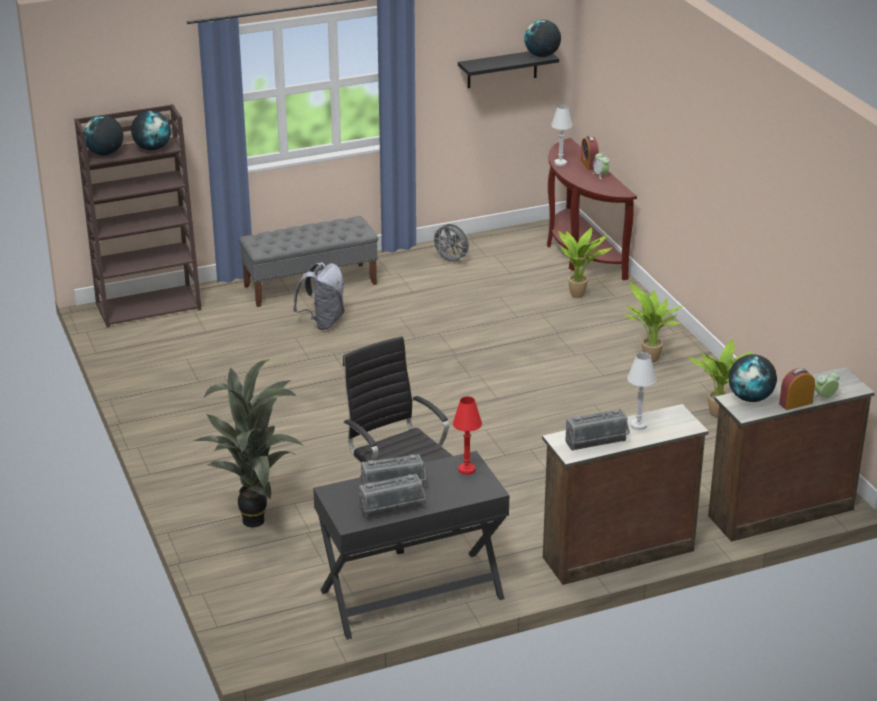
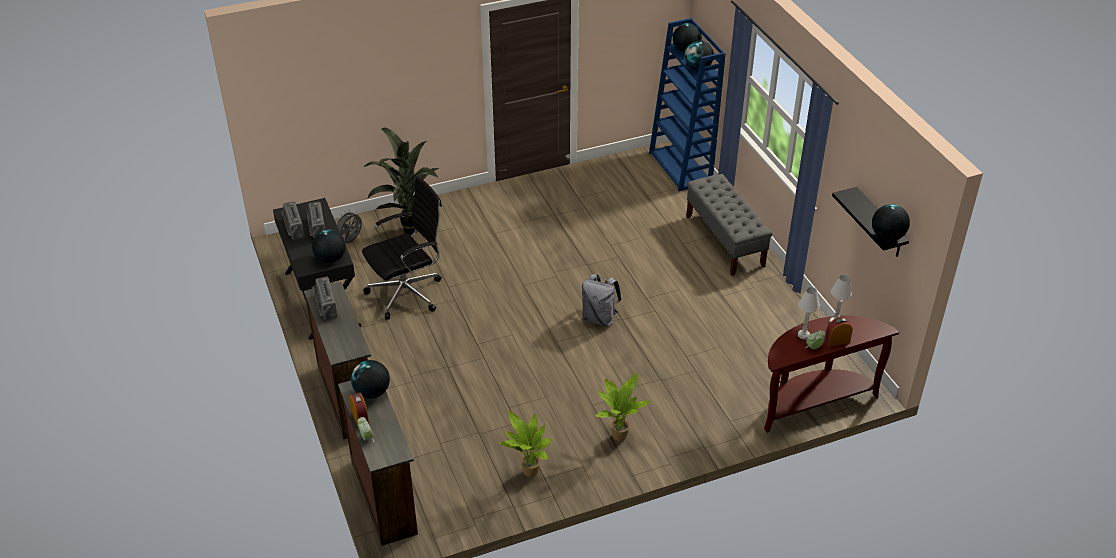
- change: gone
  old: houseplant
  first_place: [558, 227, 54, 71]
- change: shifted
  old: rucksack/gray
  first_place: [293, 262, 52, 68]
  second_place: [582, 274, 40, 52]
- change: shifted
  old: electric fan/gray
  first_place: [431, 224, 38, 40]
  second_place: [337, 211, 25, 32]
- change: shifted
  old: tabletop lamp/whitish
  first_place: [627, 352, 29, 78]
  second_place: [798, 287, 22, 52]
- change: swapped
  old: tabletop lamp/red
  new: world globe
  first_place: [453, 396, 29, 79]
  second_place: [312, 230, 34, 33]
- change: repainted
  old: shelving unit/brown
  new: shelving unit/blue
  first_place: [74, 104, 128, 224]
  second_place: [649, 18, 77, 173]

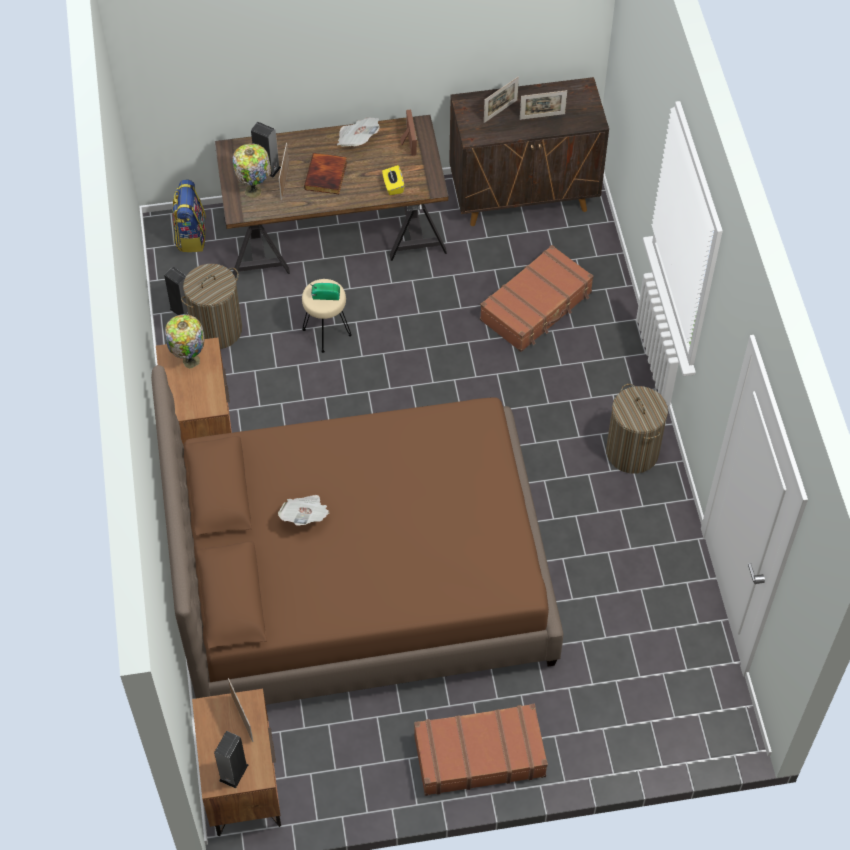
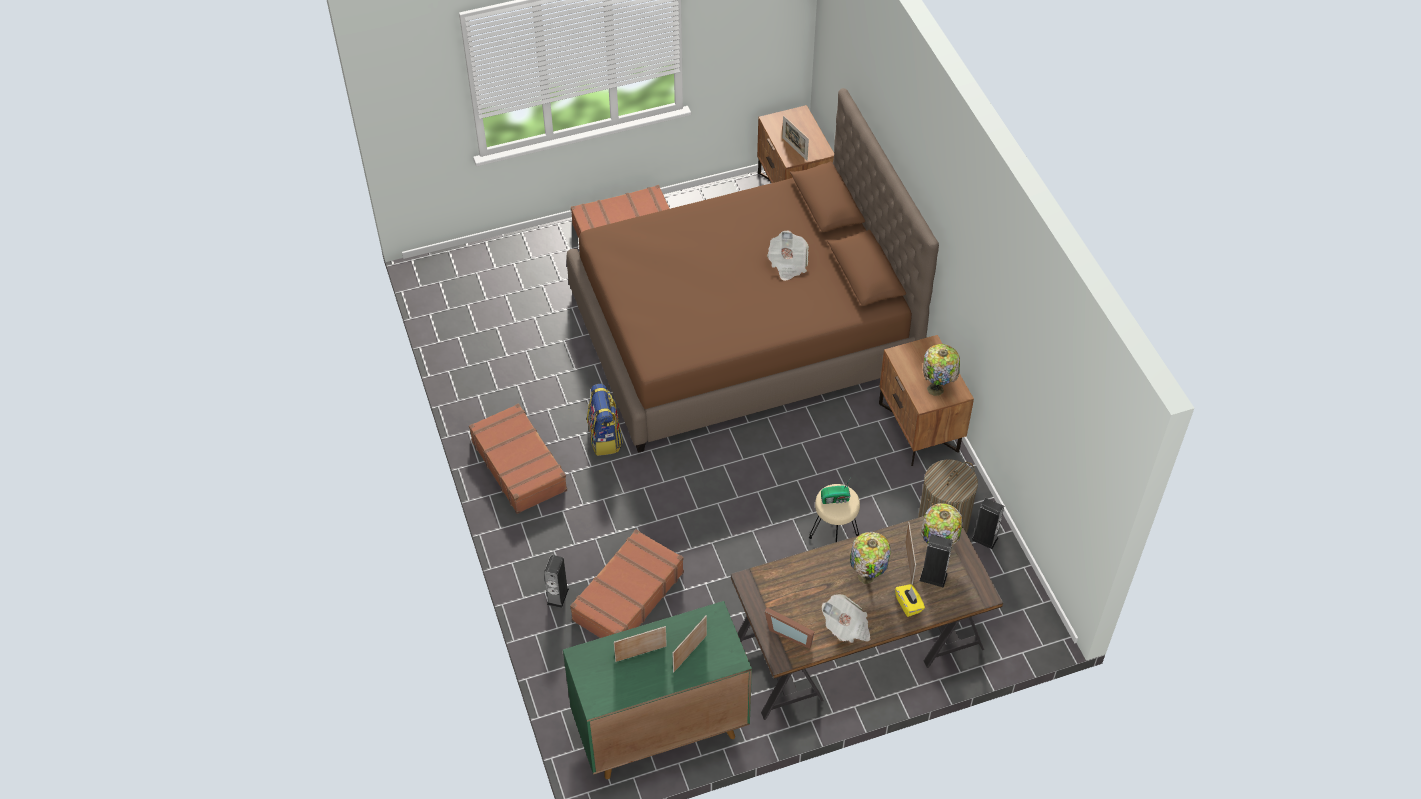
- change: shifted
  old: rucksack
  first_place: [172, 180, 34, 72]
  second_place: [587, 384, 36, 72]
- change: shifted
  old: loudspeaker
  first_place: [214, 731, 35, 58]
  second_place: [544, 555, 25, 53]
- change: shifted
  old: tissue holder/yellow
  first_place: [382, 165, 23, 30]
  second_place: [895, 584, 30, 33]
- change: swapped
  old: volume
  new: tabletop lamp
  first_place: [304, 153, 43, 41]
  second_place: [850, 532, 41, 52]
- change: swapped
  old: washing basket
  new: suitcase/brown
  first_place: [606, 384, 62, 90]
  second_place: [469, 404, 98, 110]
- change: repainted
  old: cabinet/brown
  new: cabinet/green
  first_place: [449, 77, 160, 149]
  second_place: [563, 601, 189, 178]
- change: rotated
  old: standing frame
  first_place: [400, 110, 17, 46]
  second_place: [765, 607, 49, 42]
  degrees: -45

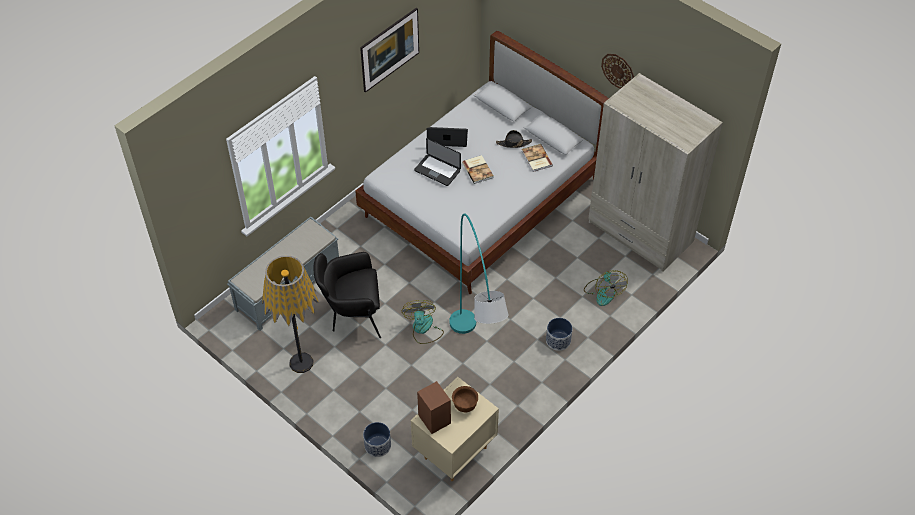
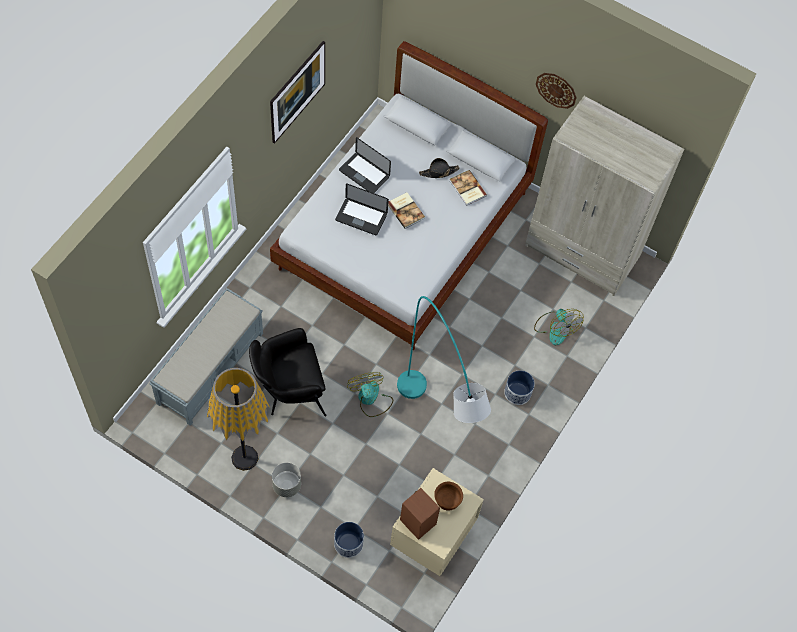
- change: new
  new: flower pot/gray
  second_place: [272, 462, 29, 35]
- change: rotated
  old: laptop
  first_place: [427, 127, 41, 20]
  second_place: [339, 137, 52, 56]
  degrees: -135

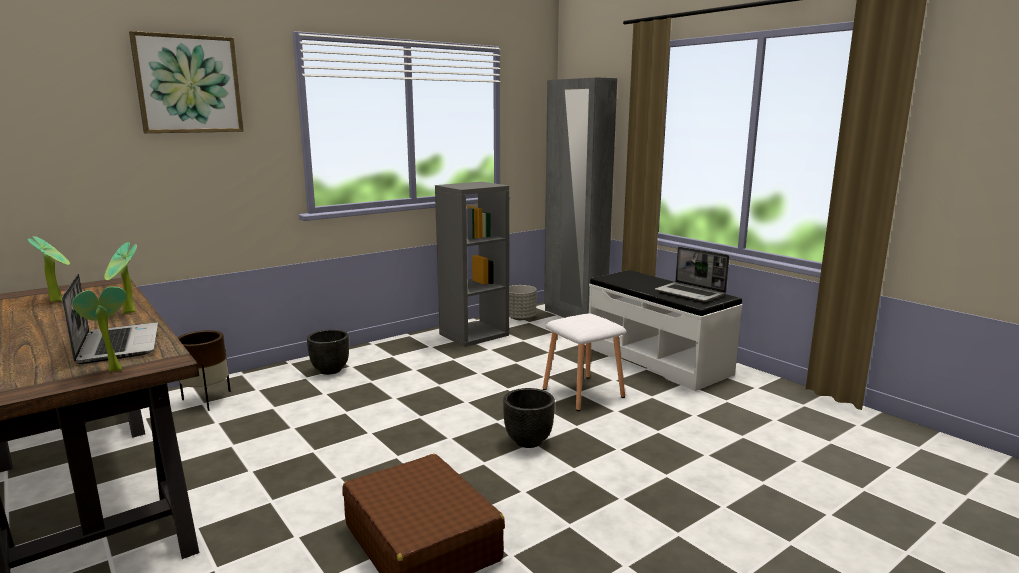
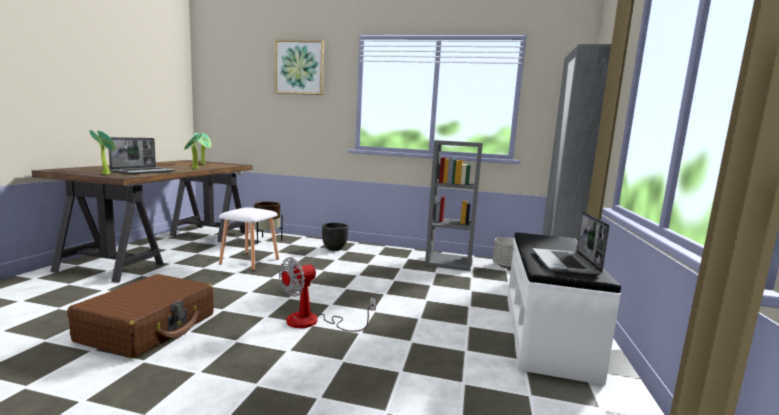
- change: shifted
  old: stool/whitish
  first_place: [543, 313, 83, 98]
  second_place: [219, 207, 60, 64]
- change: swapped
  old: flower pot/black
  new: electric fan
  first_place: [503, 388, 52, 60]
  second_place: [279, 257, 97, 75]

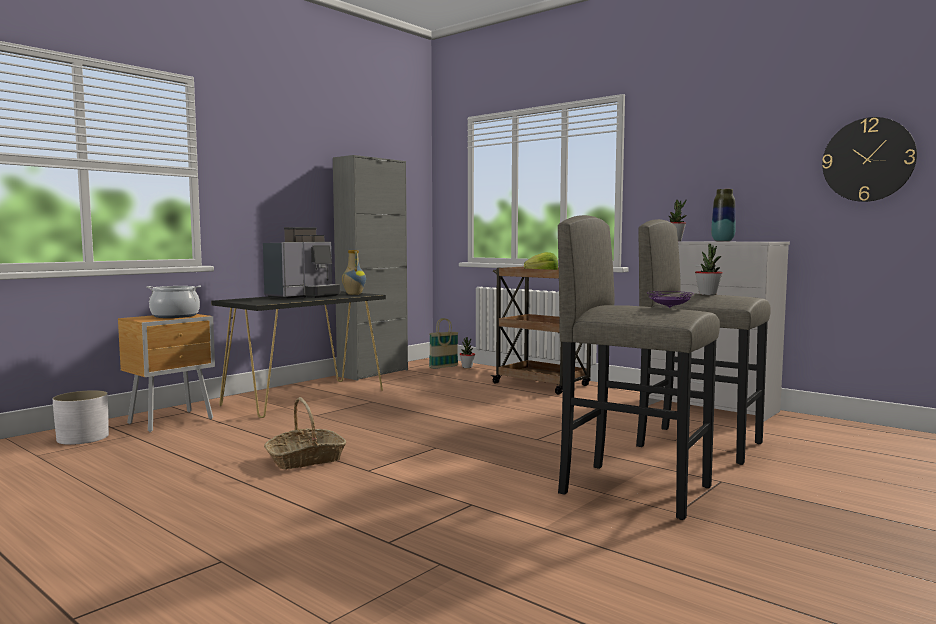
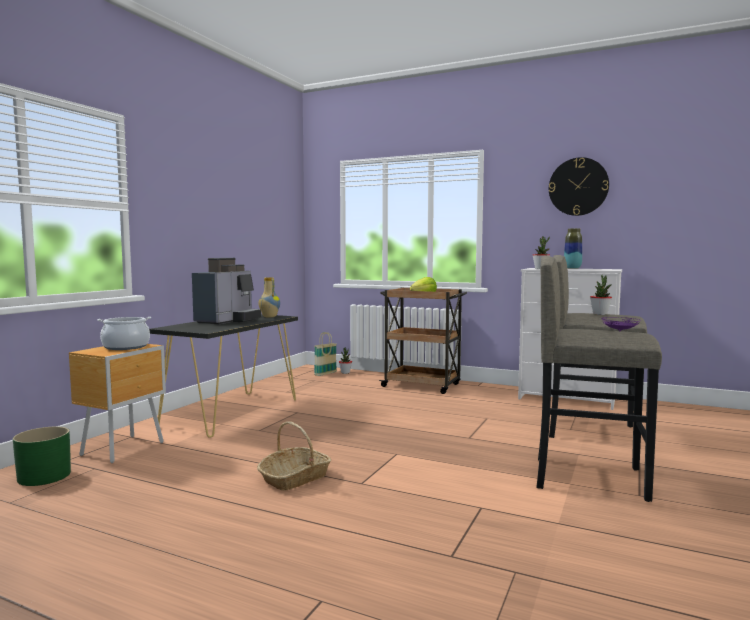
- change: gone
  old: cabinet/gray
  first_place: [333, 155, 75, 226]
- change: shifted
  old: hanging clock
  first_place: [822, 117, 95, 85]
  second_place: [549, 157, 60, 59]
- change: repainted
  old: flower pot/whitish
  new: flower pot/green
  first_place: [53, 390, 56, 55]
  second_place: [13, 427, 58, 59]

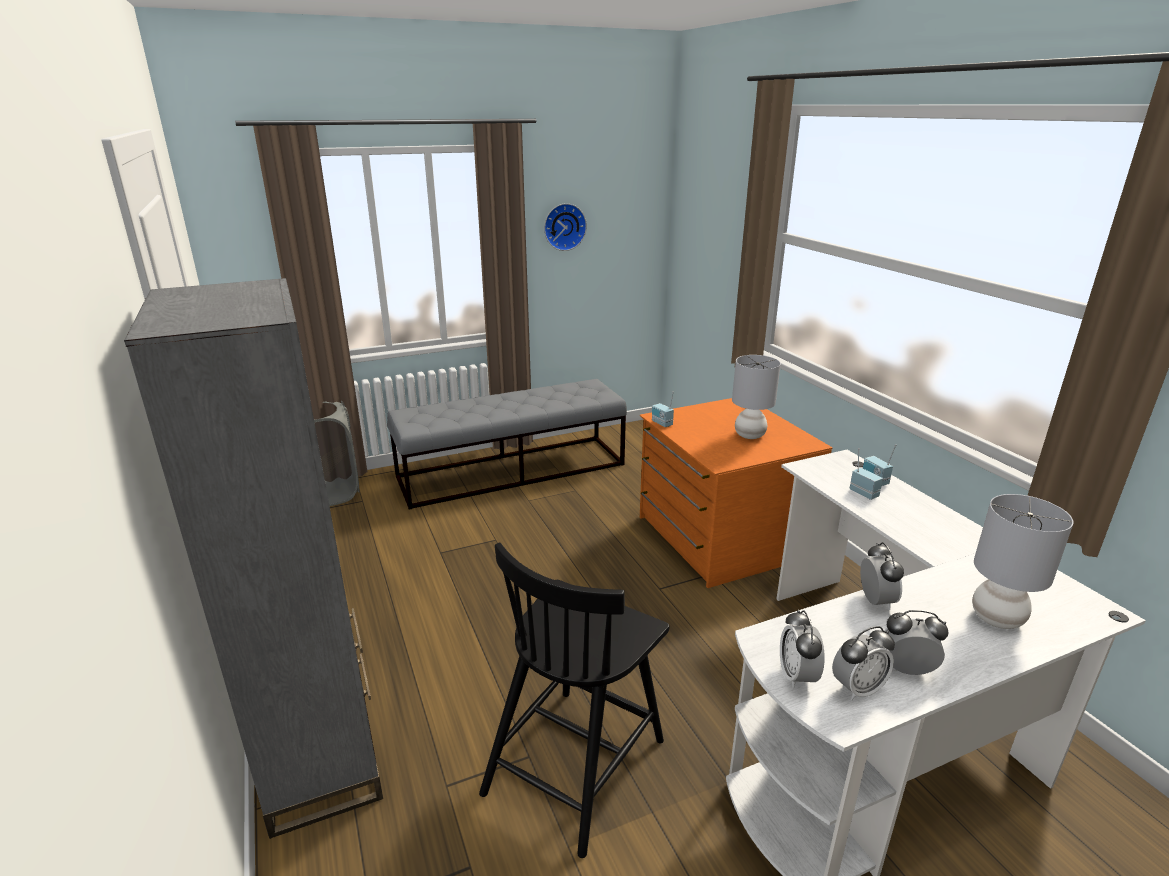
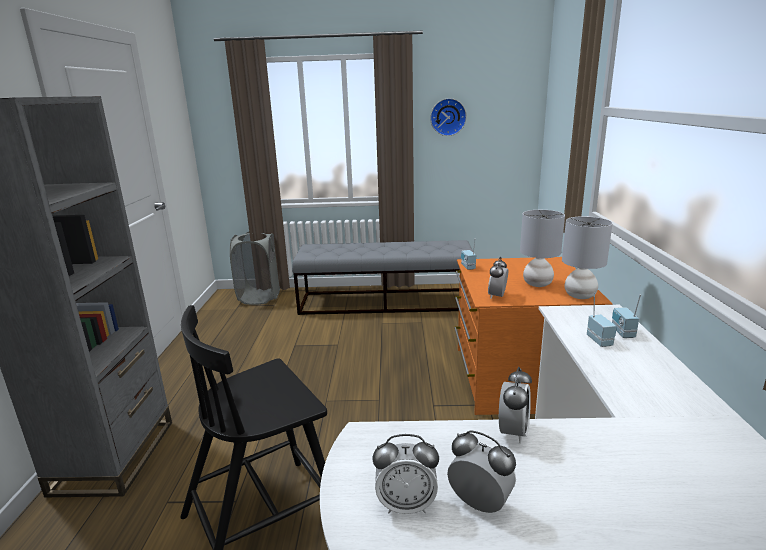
- change: shifted
  old: table clock
  first_place: [780, 610, 45, 79]
  second_place: [488, 257, 20, 42]
- change: shifted
  old: tabletop lamp/gray
  first_place: [972, 494, 101, 135]
  second_place: [562, 216, 51, 83]

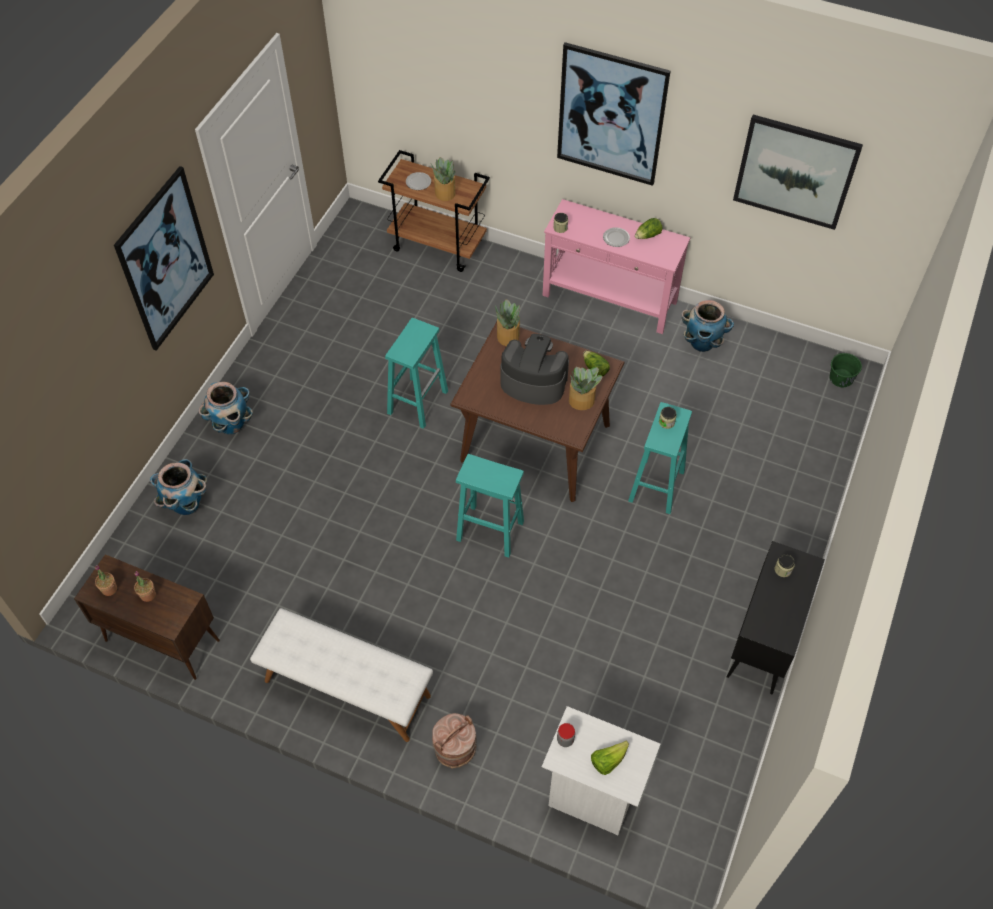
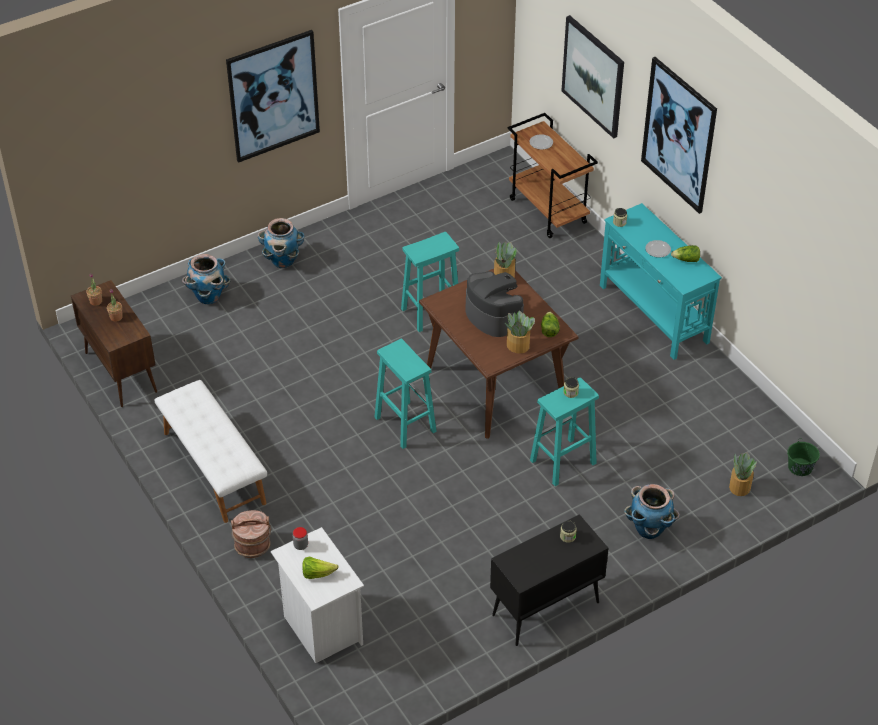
- change: shifted
  old: houseplant
  first_place: [431, 157, 24, 44]
  second_place: [729, 453, 28, 43]
- change: shifted
  old: flower pot
  first_place: [681, 300, 53, 52]
  second_place: [624, 484, 56, 55]
- change: shifted
  old: wall picture
  first_place: [733, 115, 130, 115]
  second_place: [562, 15, 62, 124]
- change: repainted
  old: console table/pink-coloured
  new: console table/turquoise
  first_place: [542, 199, 148, 135]
  second_place: [600, 203, 122, 157]

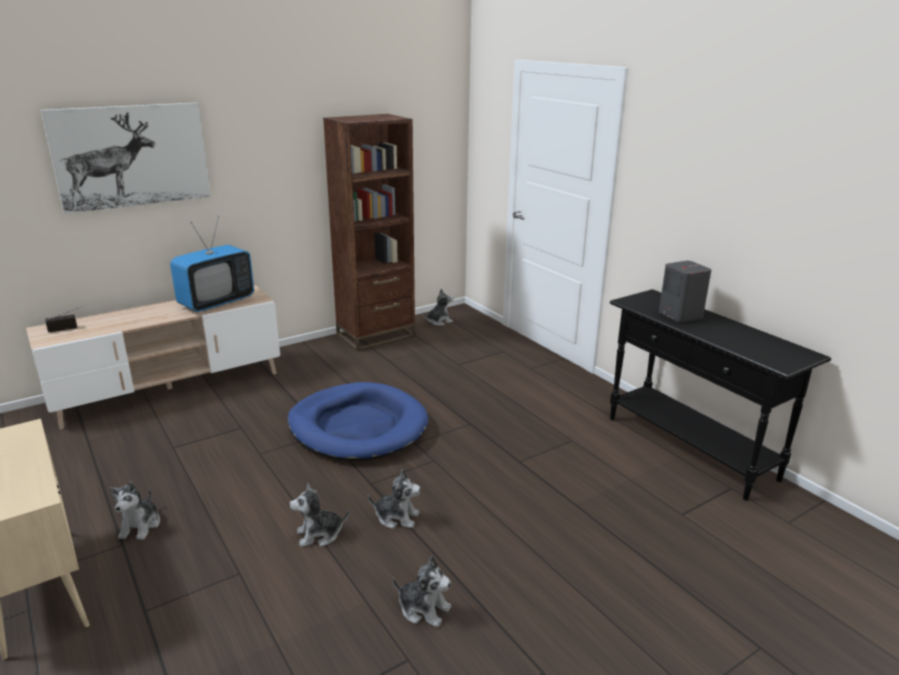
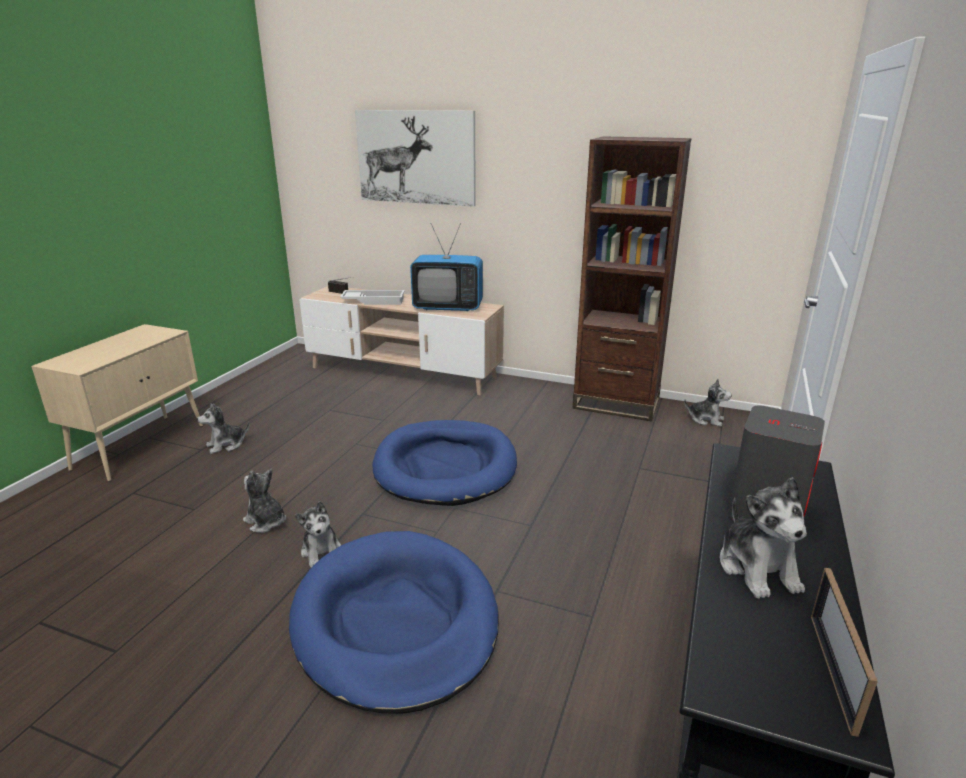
- change: new
  new: dog bed/blue
  second_place: [289, 531, 210, 183]
- change: new
  new: tray/whitish
  second_place: [340, 290, 65, 15]
- change: new
  new: standing frame
  second_place: [811, 568, 67, 169]
- change: shifted
  old: soft toy
  first_place: [393, 556, 58, 72]
  second_place: [719, 477, 88, 122]

